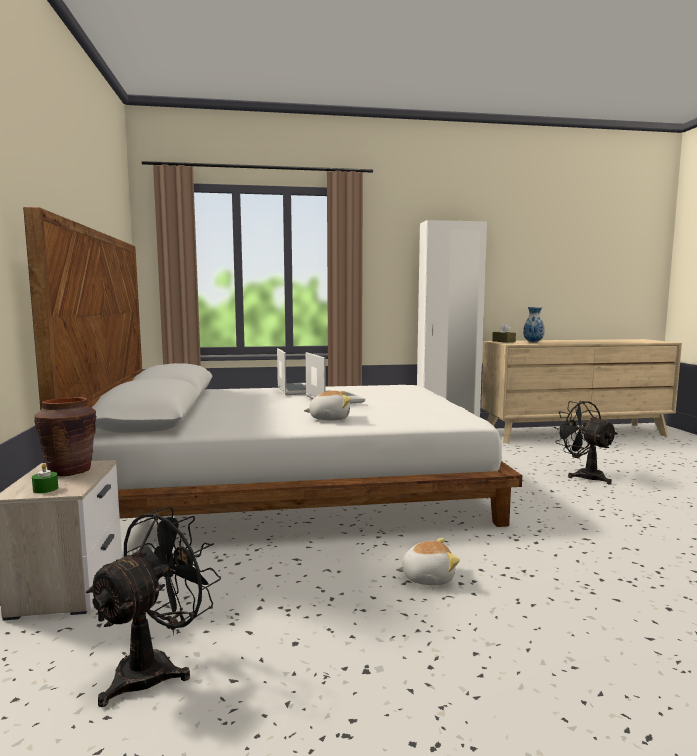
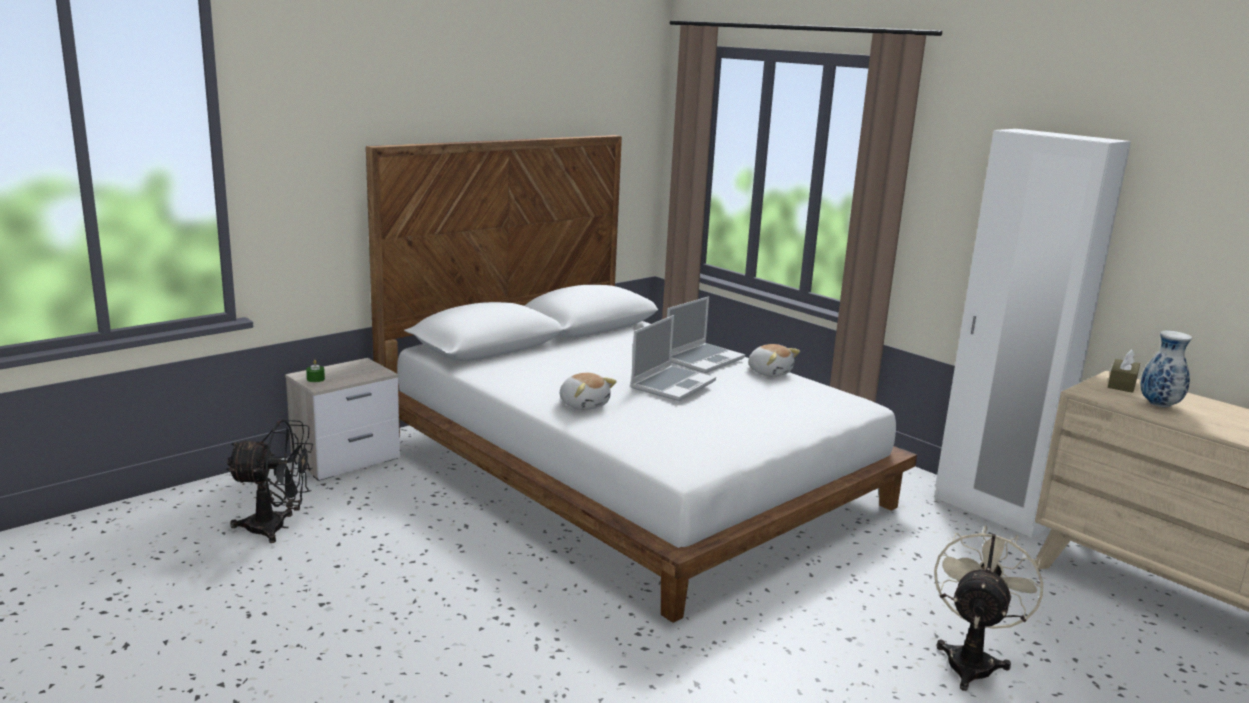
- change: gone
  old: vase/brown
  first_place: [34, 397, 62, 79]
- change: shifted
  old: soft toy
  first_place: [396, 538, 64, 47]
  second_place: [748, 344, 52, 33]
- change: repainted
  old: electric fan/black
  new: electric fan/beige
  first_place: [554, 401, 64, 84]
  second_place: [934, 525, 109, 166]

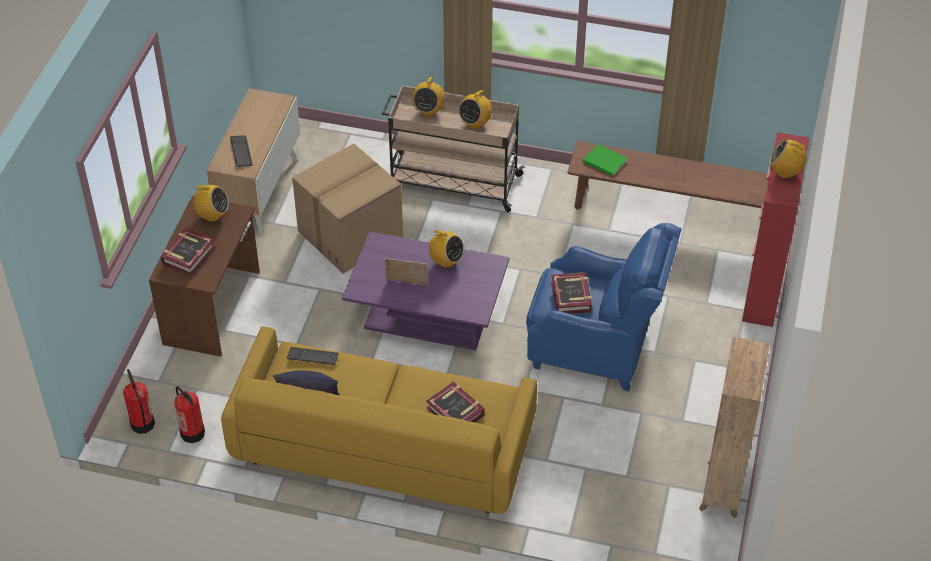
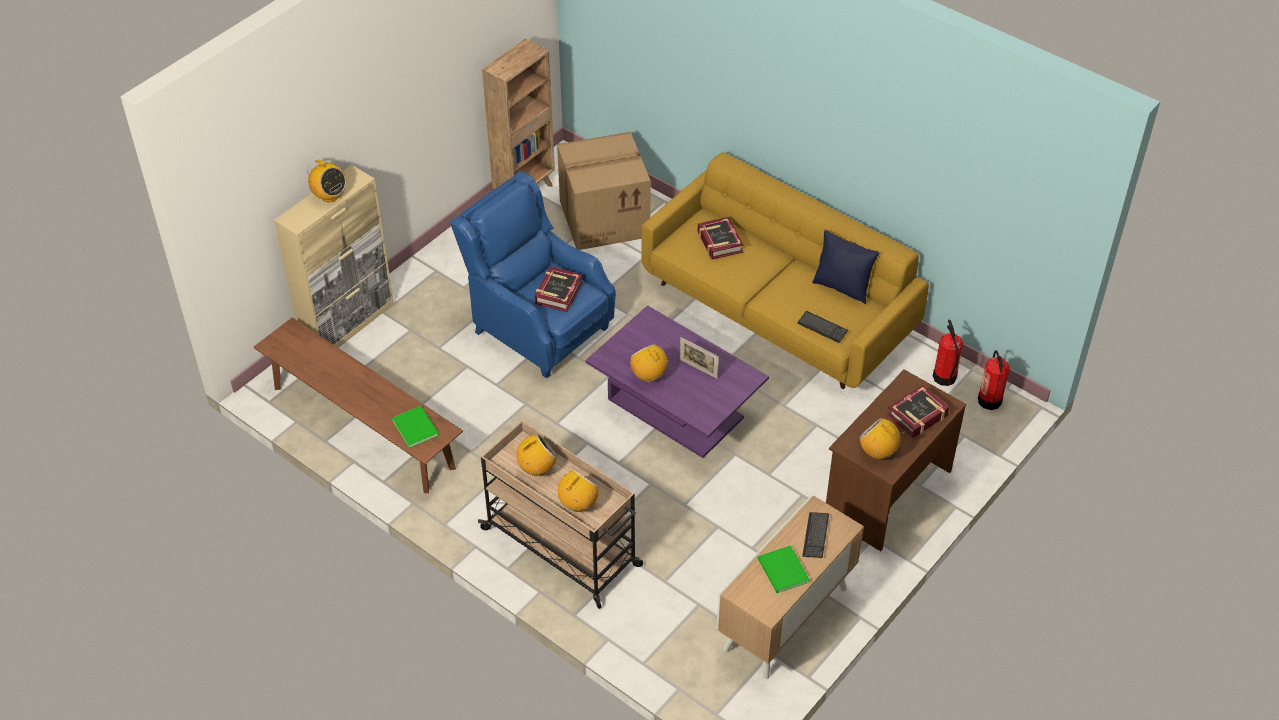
- change: new
  new: volume/green
  second_place: [758, 545, 52, 48]
- change: shifted
  old: packing box
  first_place: [292, 144, 111, 130]
  second_place: [557, 132, 94, 118]
- change: repainted
  old: cabinet/red
  new: cabinet/beige
  first_place: [742, 132, 67, 195]
  second_place: [274, 165, 120, 183]

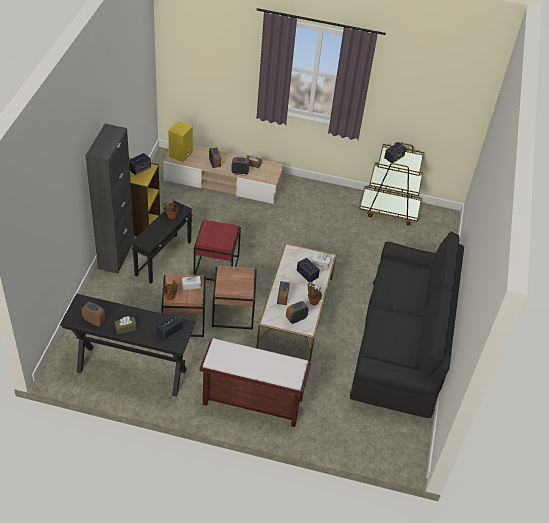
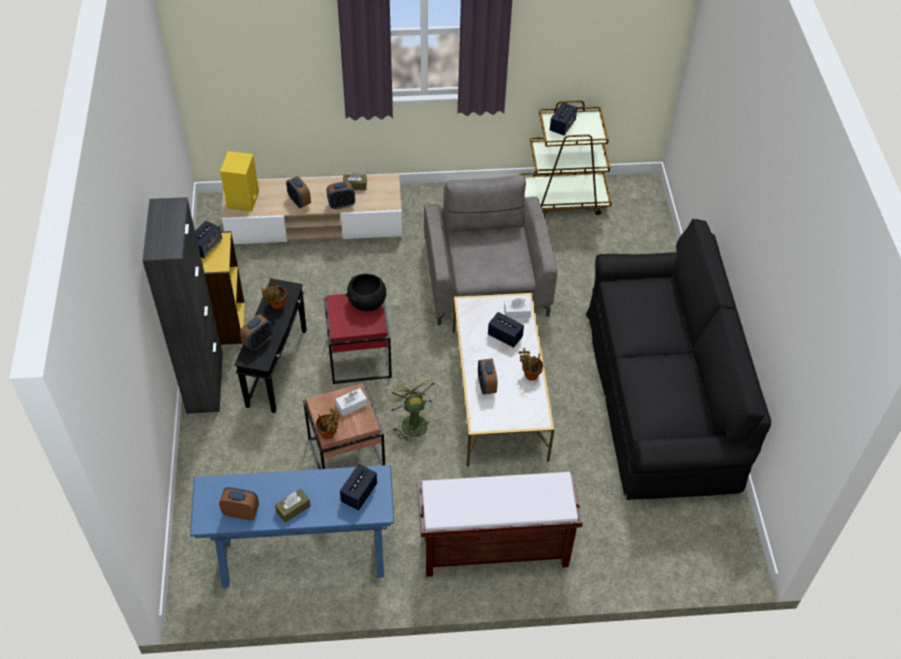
- change: new
  new: serving bowl/black
  second_place: [346, 274, 40, 37]
- change: new
  new: armchair/gray
  second_place: [424, 175, 133, 151]
- change: shifted
  old: table clock
  first_place: [286, 301, 23, 23]
  second_place: [240, 314, 33, 37]
- change: swapped
  old: side table/brown
  new: electric fan/green
  first_place: [212, 266, 45, 64]
  second_place: [383, 373, 58, 72]
- change: repainted
  old: console table/black
  new: console table/blue
  first_place: [60, 294, 136, 103]
  second_place: [190, 465, 204, 123]

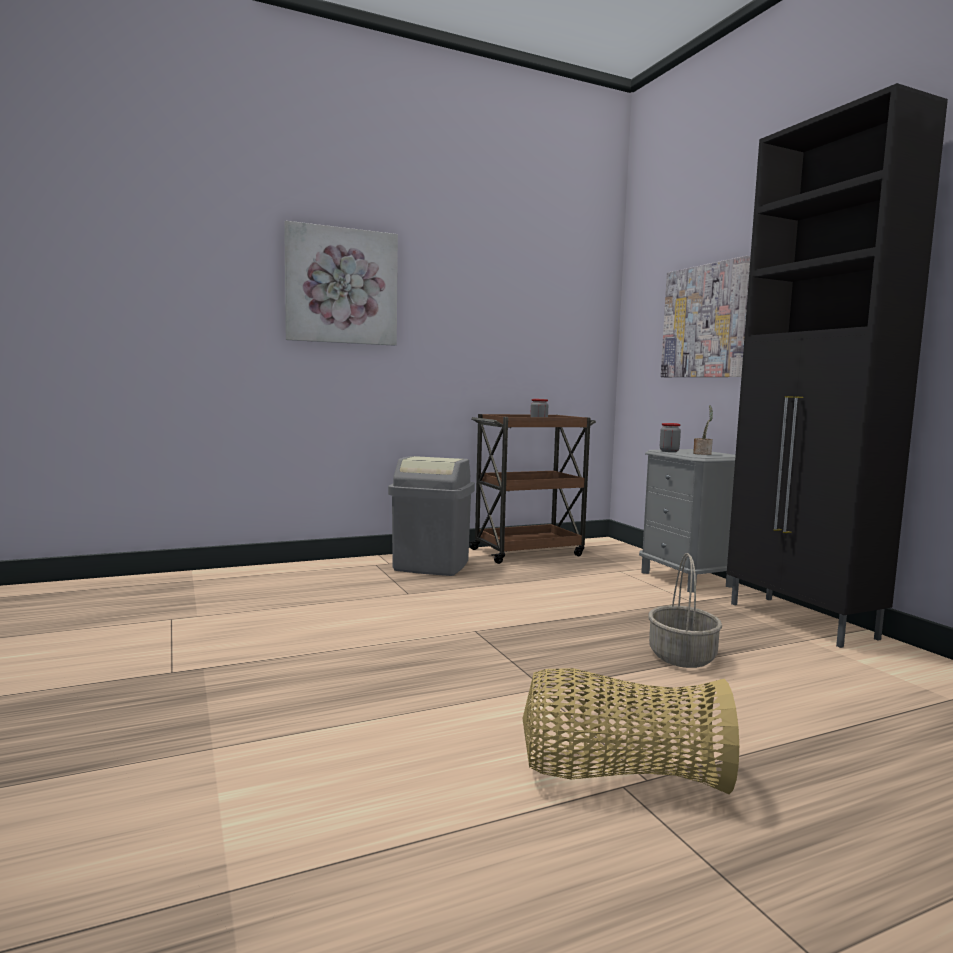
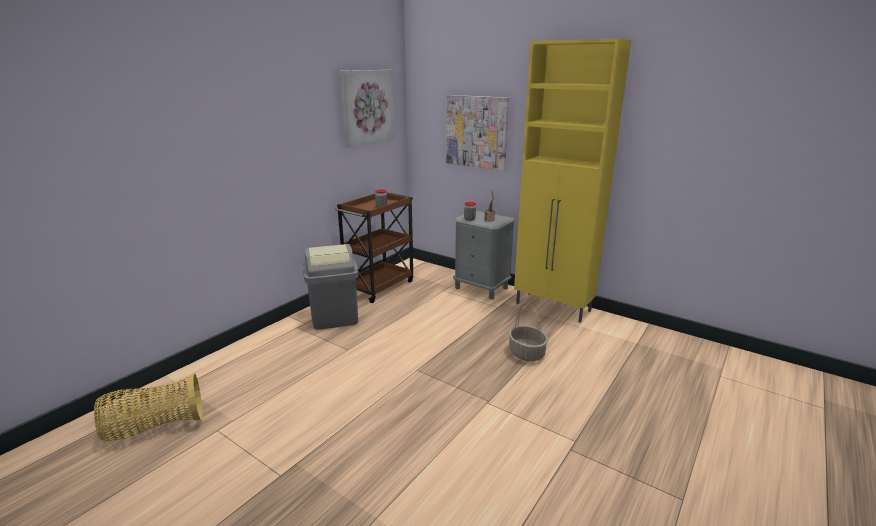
- change: shifted
  old: wall picture
  first_place: [284, 221, 114, 125]
  second_place: [340, 70, 54, 77]
- change: shifted
  old: basket
  first_place: [522, 668, 217, 126]
  second_place: [94, 374, 108, 67]
- change: repainted
  old: cabinet/black
  new: cabinet/yellow
  first_place: [727, 83, 221, 565]
  second_place: [514, 39, 117, 284]

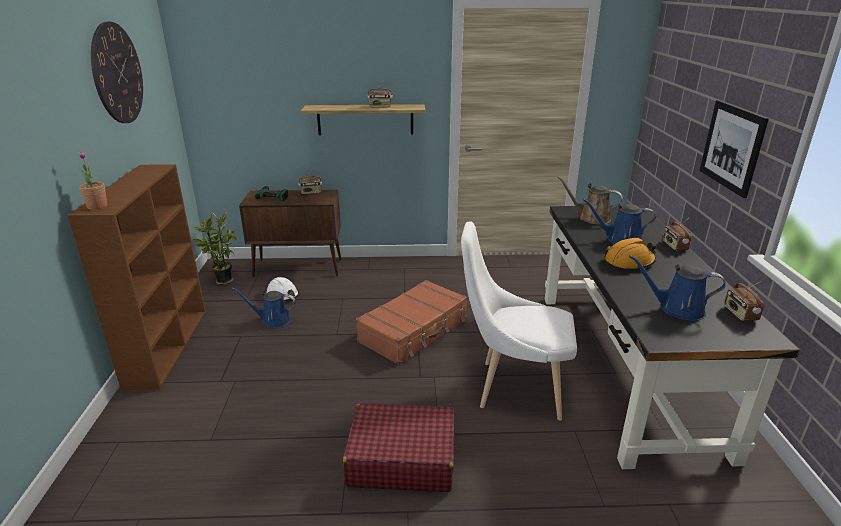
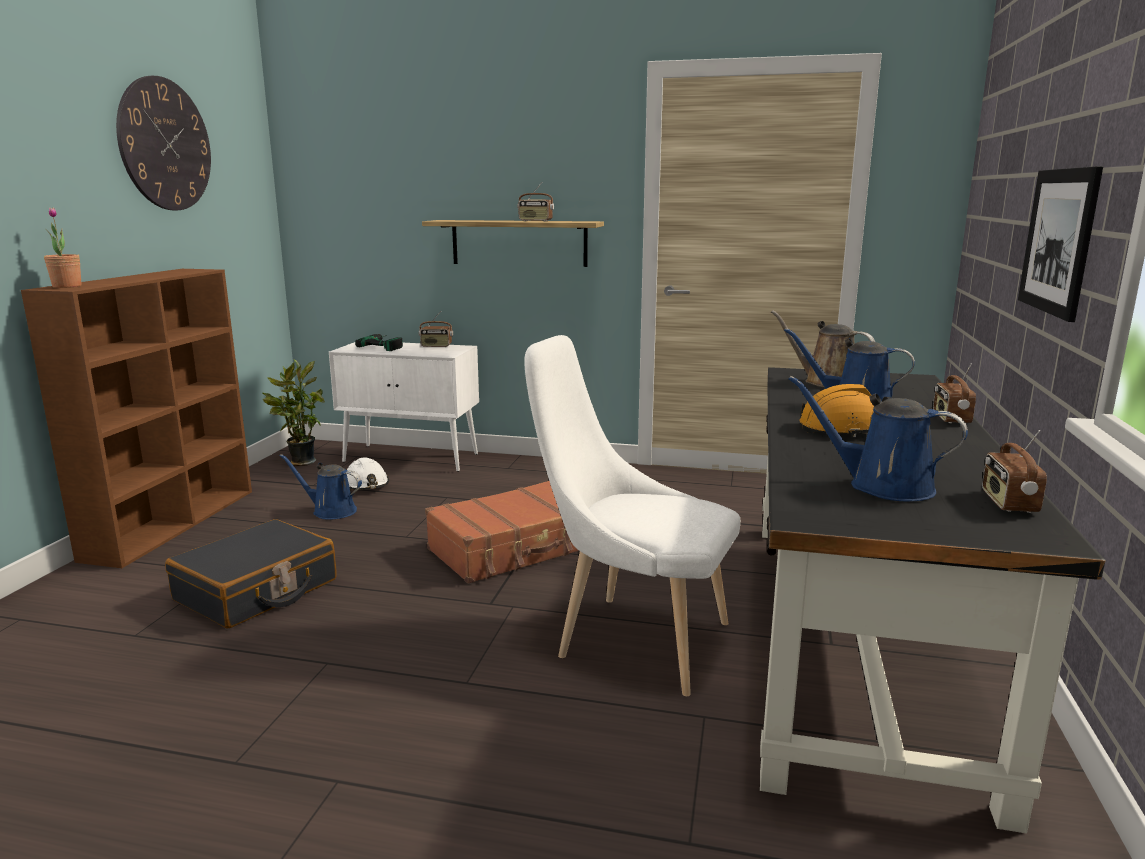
- change: gone
  old: suitcase/red
  first_place: [343, 403, 112, 89]
- change: new
  new: suitcase/black
  second_place: [165, 519, 172, 110]
- change: repainted
  old: cabinet/brown
  new: cabinet/whitish
  first_place: [239, 190, 103, 88]
  second_place: [329, 342, 150, 130]

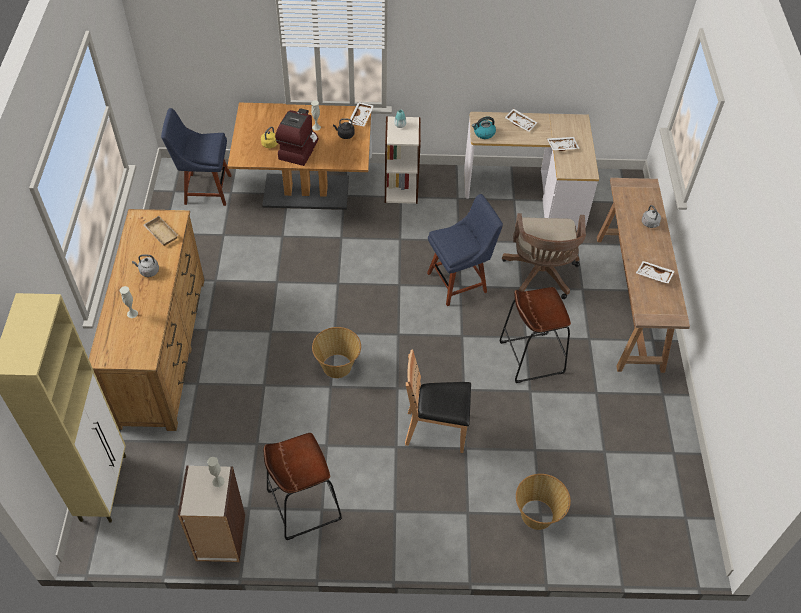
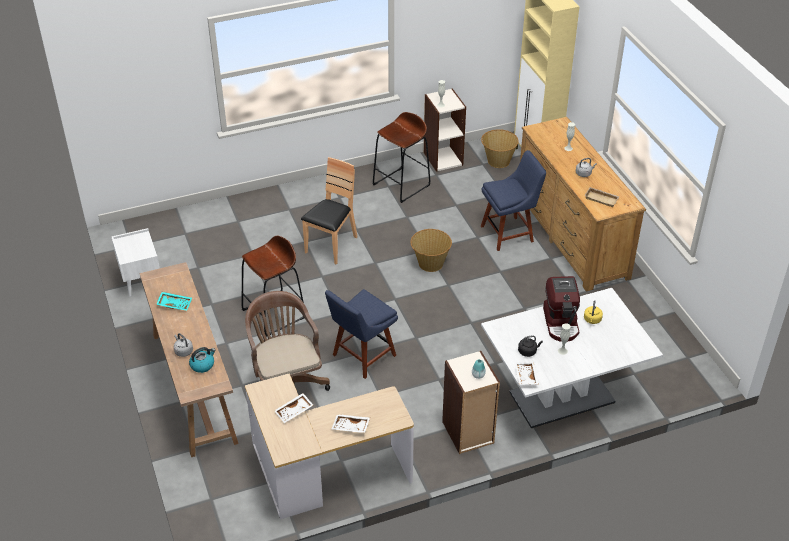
- change: new
  new: night table/whitish
  second_place: [111, 228, 49, 69]
- change: shifted
  old: upright chair/blue
  first_place: [161, 108, 70, 98]
  second_place: [481, 150, 65, 101]
- change: shifted
  old: kettle
  first_place: [472, 117, 24, 22]
  second_place: [189, 347, 27, 26]
- change: shifted
  old: basket
  first_place: [516, 474, 55, 56]
  second_place: [481, 129, 38, 39]
- change: repainted
  old: kitchen table/brown
  new: kitchen table/whitish
  first_place: [227, 103, 144, 107]
  second_place: [481, 288, 182, 140]
- change: repainted
  old: tray/whitish
  new: tray/turquoise
  first_place: [636, 261, 39, 23]
  second_place: [156, 292, 36, 19]
- change: rotated
  old: upright chair/brown
  first_place: [405, 350, 66, 103]
  second_place: [301, 157, 57, 107]
  degrees: -45

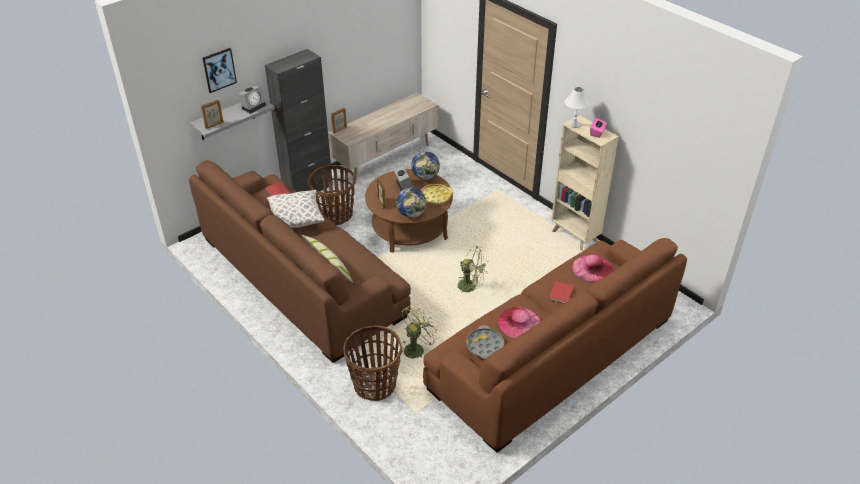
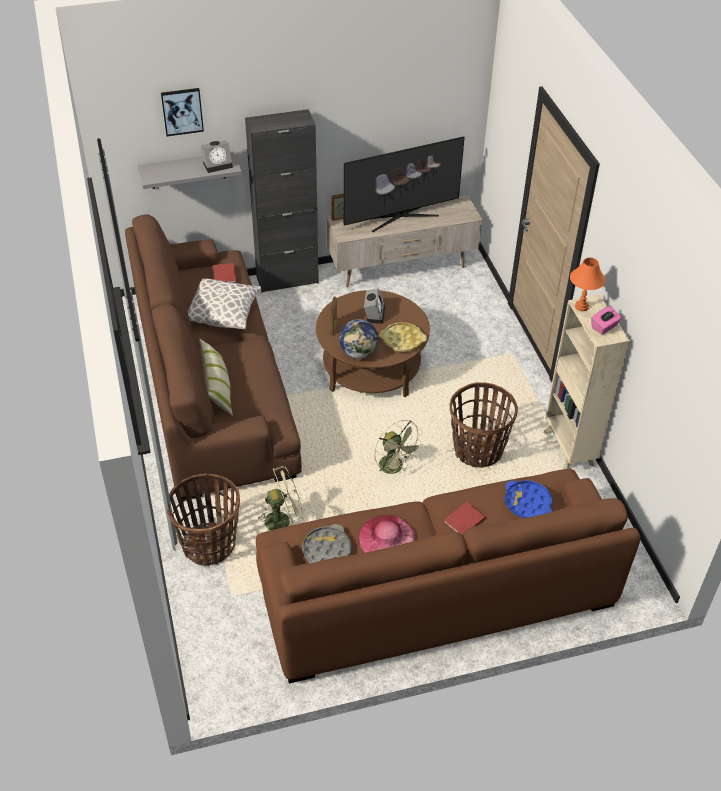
- change: gone
  old: standing frame
  first_place: [201, 100, 23, 29]
- change: gone
  old: world globe
  first_place: [411, 151, 29, 29]
- change: new
  new: TV
  second_place: [344, 136, 121, 96]
- change: shifted
  old: basket
  first_place: [308, 165, 48, 60]
  second_place: [450, 382, 68, 86]
- change: swapped
  old: clothing hat/pink-coloured
  new: tray/blue
  first_place: [572, 254, 41, 29]
  second_place: [505, 480, 47, 38]
- change: repainted
  old: tabletop lamp/whitish
  new: tabletop lamp/orange
  first_place: [565, 87, 25, 41]
  second_place: [570, 258, 36, 53]

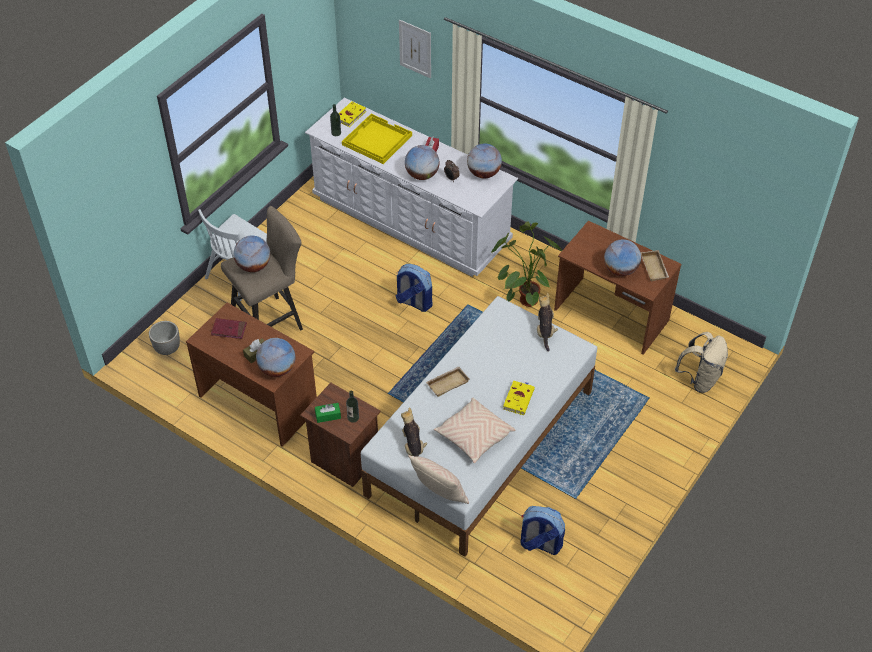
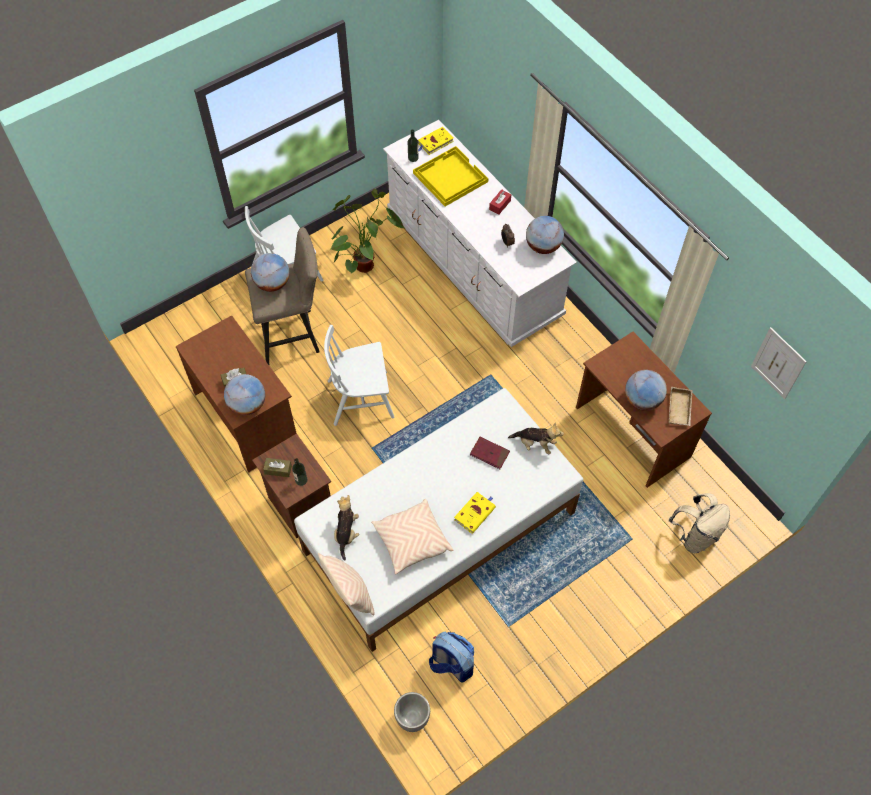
- change: gone
  old: rucksack
  first_place: [395, 264, 37, 48]
- change: gone
  old: world globe
  first_place: [405, 145, 34, 35]
- change: gone
  old: tray/beige
  first_place: [426, 366, 44, 31]
- change: new
  new: upright chair/whitish
  second_place: [324, 325, 70, 101]
- change: shifted
  old: flower pot
  first_place: [149, 321, 31, 34]
  second_place: [394, 692, 36, 40]
- change: shifted
  old: volume/red
  first_place: [211, 318, 36, 21]
  second_place: [470, 437, 40, 32]
- change: shifted
  old: wall picture
  first_place: [399, 19, 32, 59]
  second_place: [751, 327, 56, 72]
- change: shifted
  old: houseplant
  first_place: [491, 221, 71, 86]
  second_place: [330, 189, 75, 84]
- change: repainted
  old: tissue holder/green
  new: tissue holder/brown
  first_place: [315, 403, 26, 20]
  second_place: [263, 458, 29, 19]
- change: rotated
  old: soft toy
  first_place: [537, 293, 21, 58]
  second_place: [508, 423, 56, 31]
  degrees: 90

